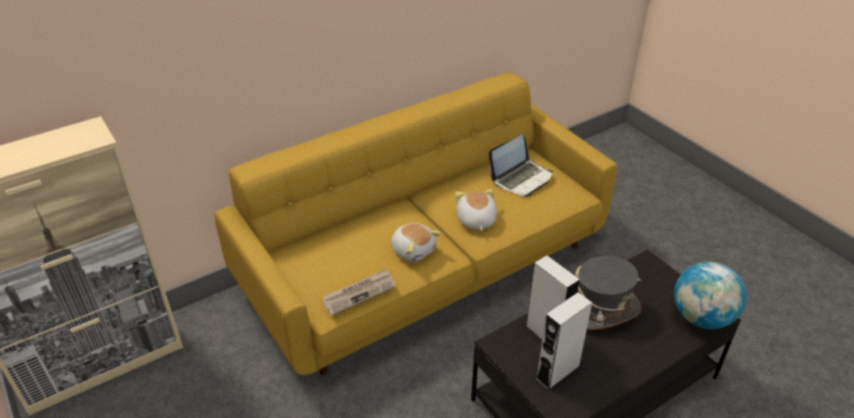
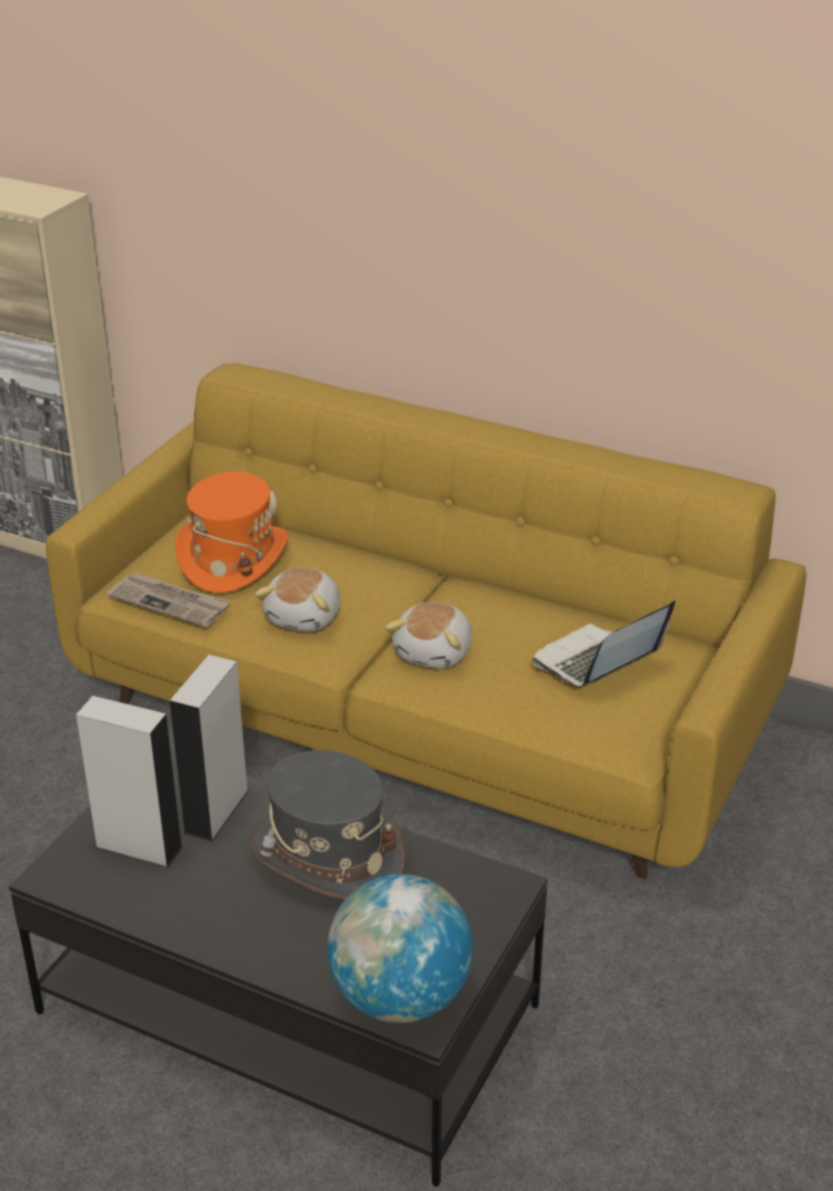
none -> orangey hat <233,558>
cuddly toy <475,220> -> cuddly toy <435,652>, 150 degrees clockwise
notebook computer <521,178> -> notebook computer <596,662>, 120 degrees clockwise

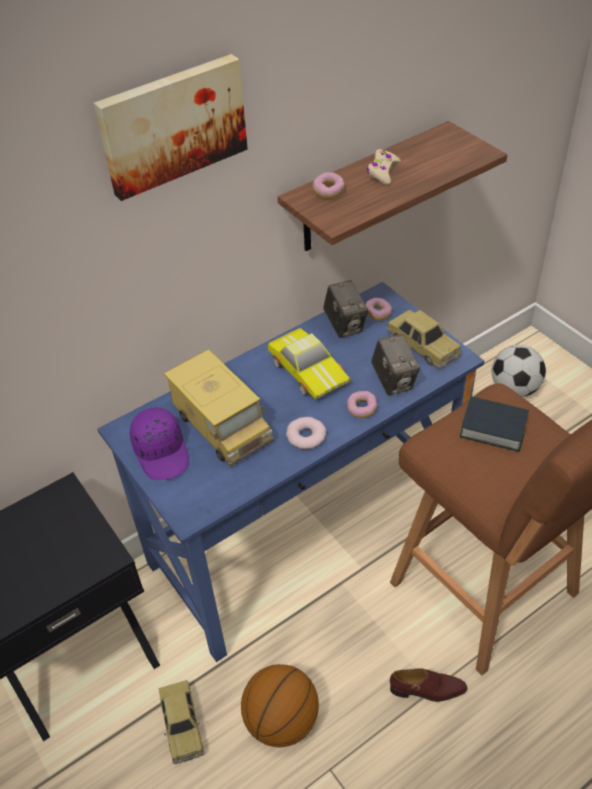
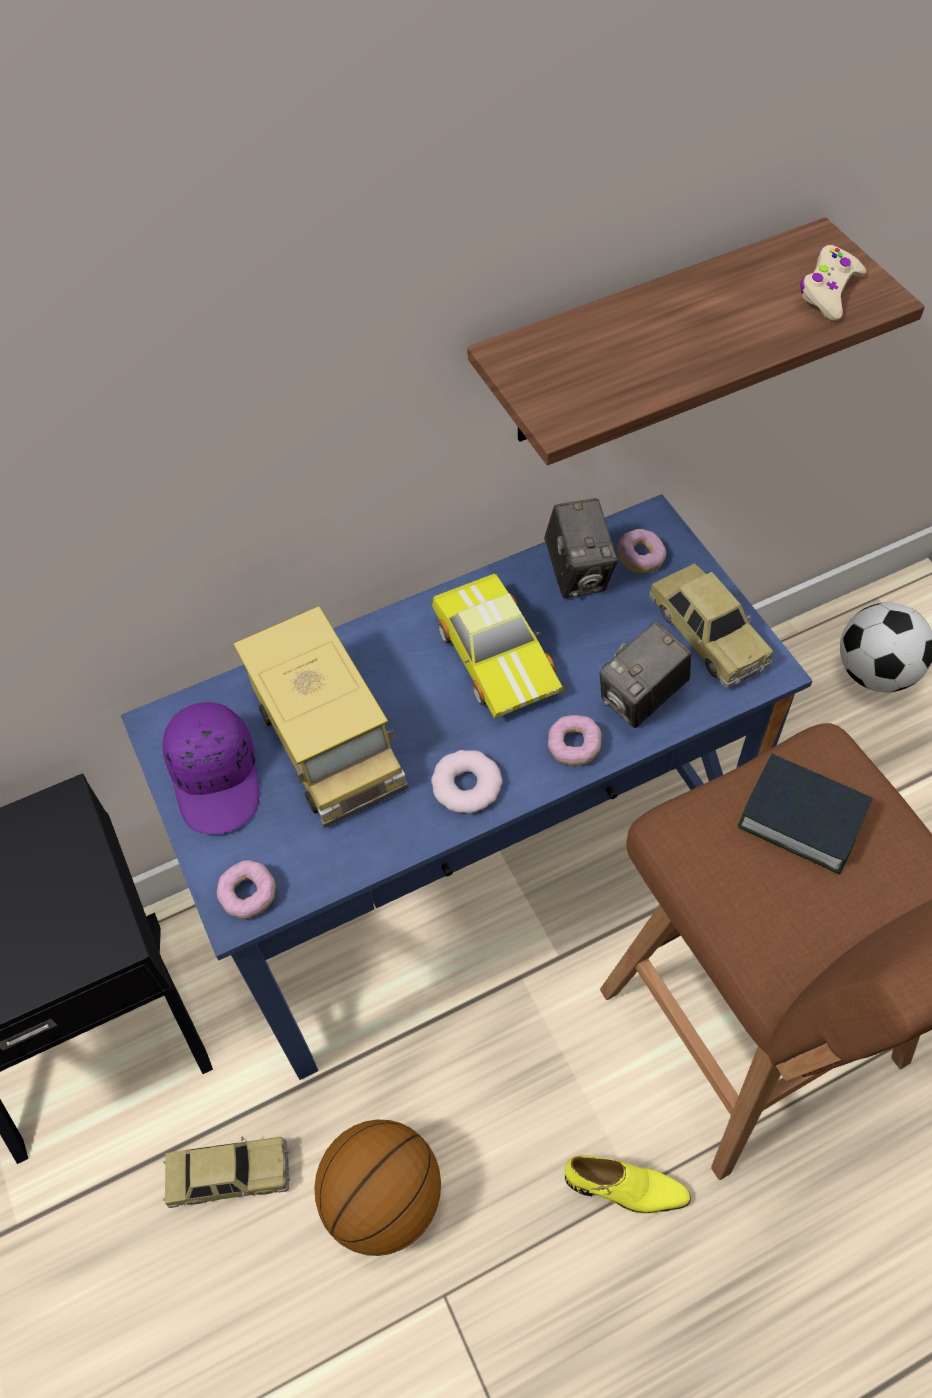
toy car <182,724> -> toy car <229,1175>, 90 degrees counterclockwise
ring doughnut <328,192> -> ring doughnut <248,895>, shifted
brown low shoe <427,690> -> yellow-coloured low shoe <626,1189>
photo camera <394,381> -> photo camera <642,699>, 60 degrees clockwise
sand-coloured game controller <382,172> -> sand-coloured game controller <828,291>, shifted
wall art <172,125> -> none

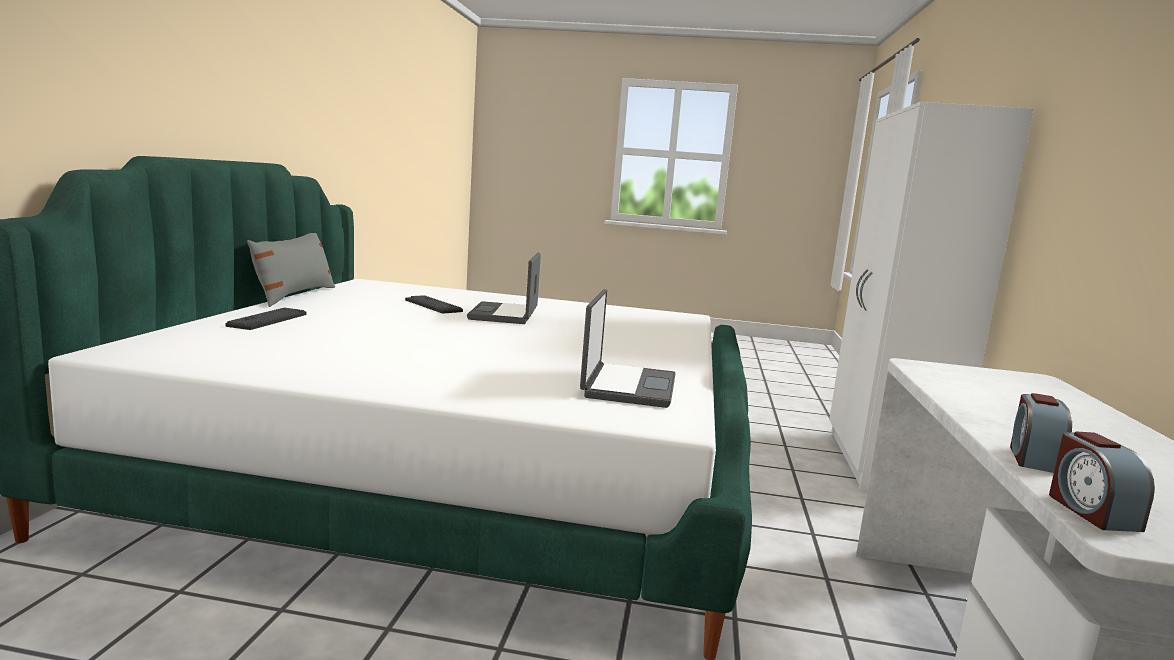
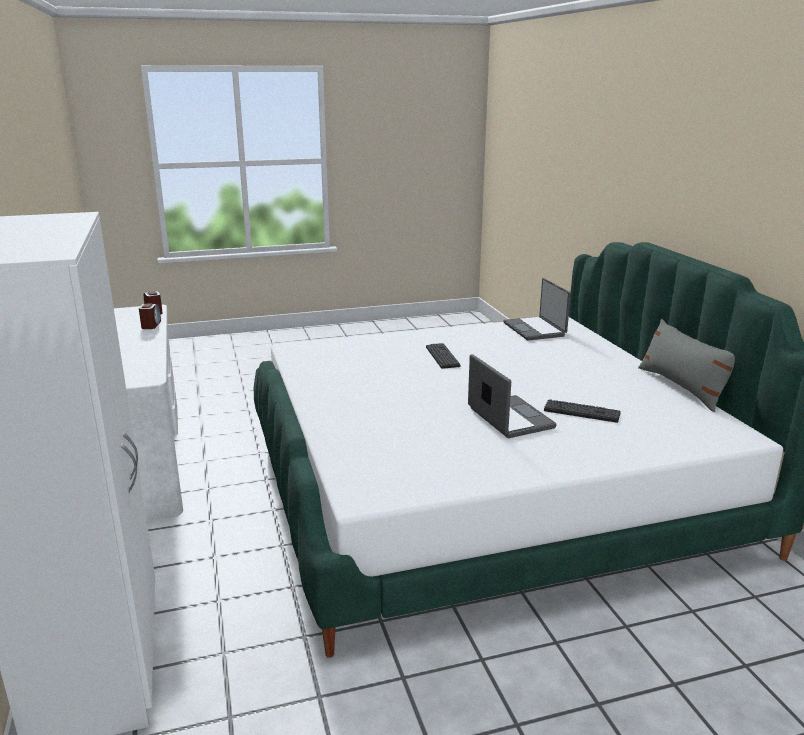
PC keyboard <268,320> -> PC keyboard <442,356>, shifted
notebook computer <627,386> -> notebook computer <535,329>, shifted

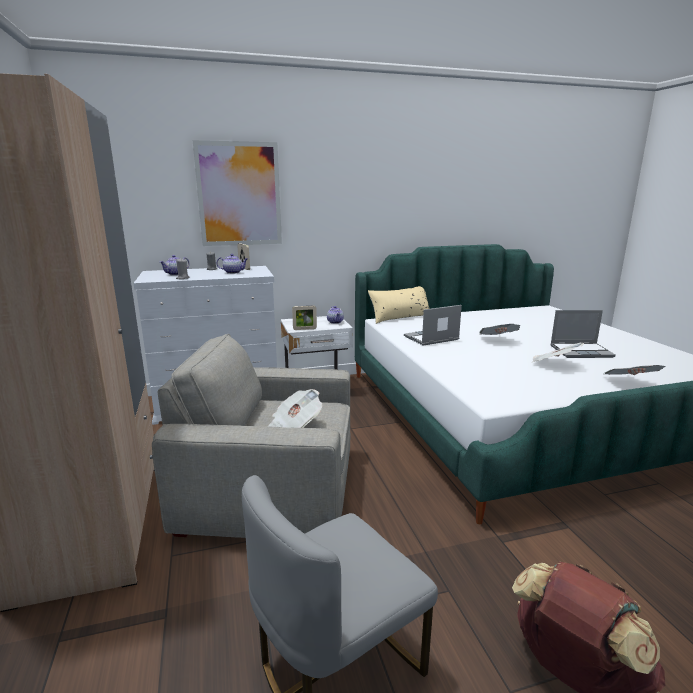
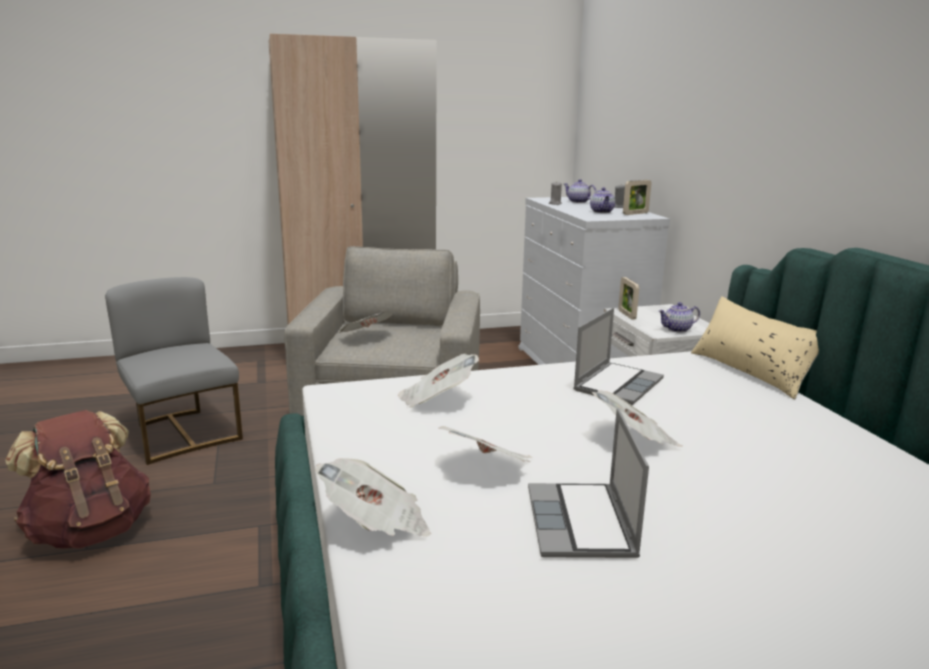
none -> printed paper <436,399>
notebook computer <431,338> -> notebook computer <617,384>, 60 degrees clockwise
wall art <239,194> -> none

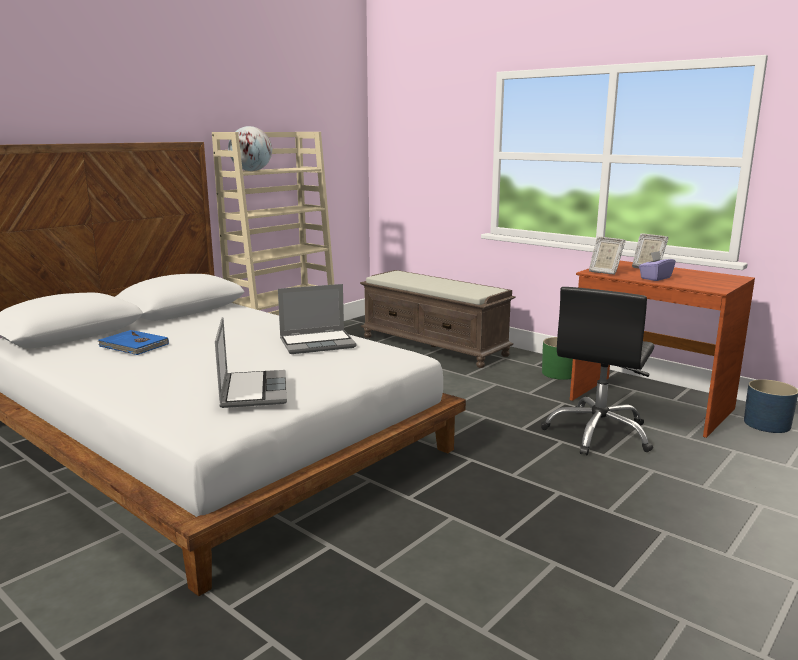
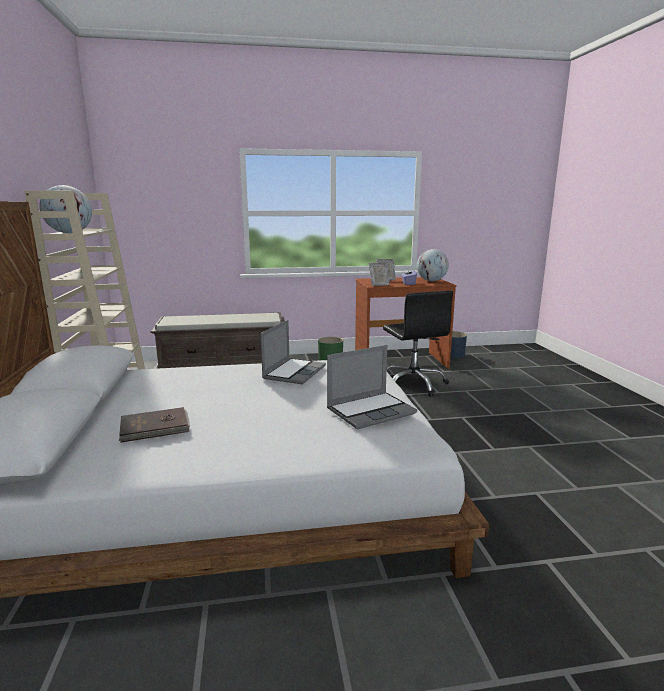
blue book <133,345> -> brown book <155,428>
notebook computer <252,390> -> notebook computer <371,411>, 120 degrees clockwise
none -> world globe <431,281>

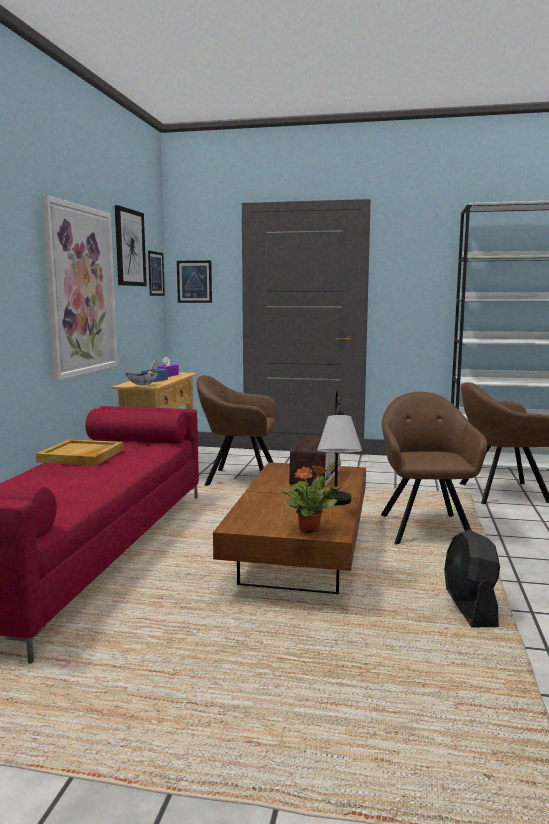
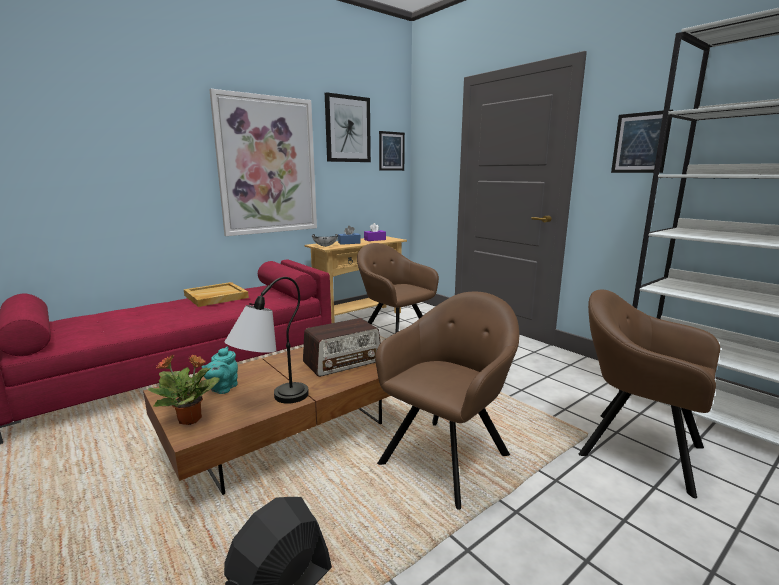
none -> turquoise-coloured tea pot <222,388>
wall art <194,281> -> wall art <640,143>, shifted

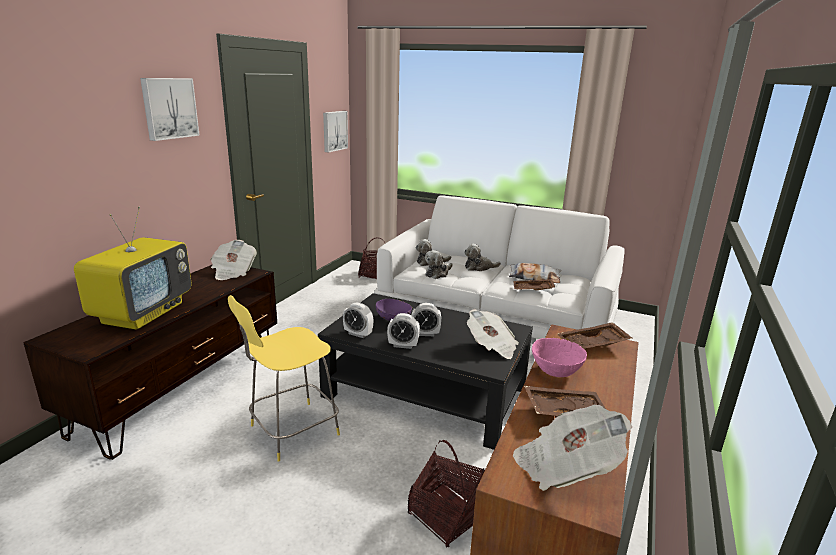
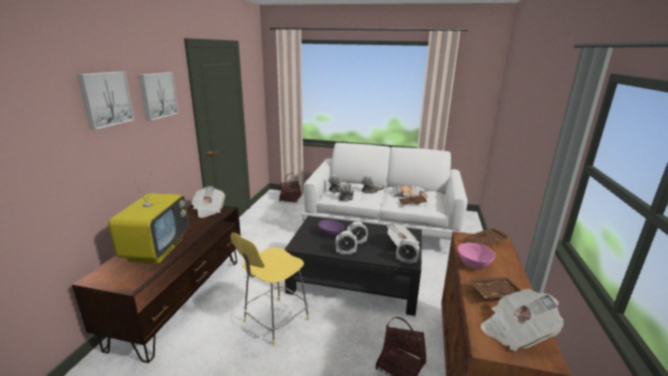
wall art <334,131> -> wall art <105,99>, shifted
alarm clock <358,334> -> alarm clock <406,261>, shifted

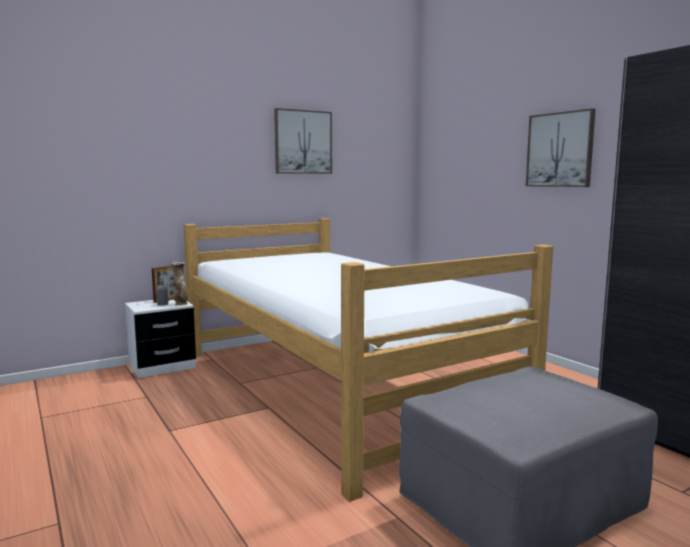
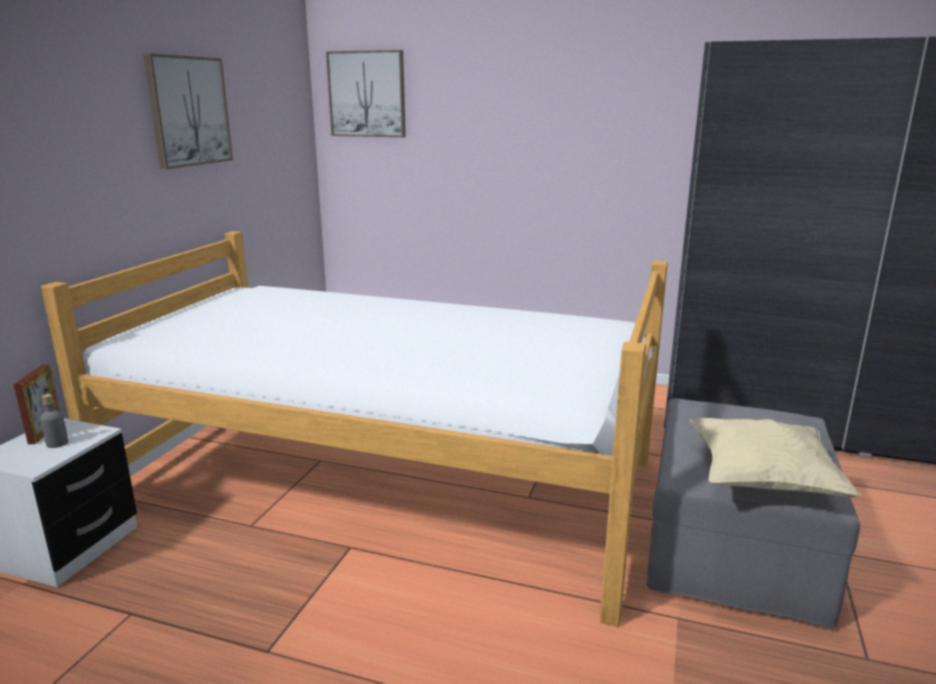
wall art <560,150> -> wall art <367,94>, shifted
none -> sand-coloured cushion <762,481>
decorative vase <180,304> -> none

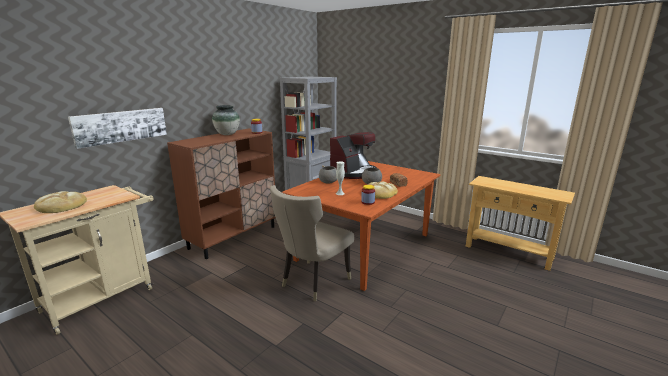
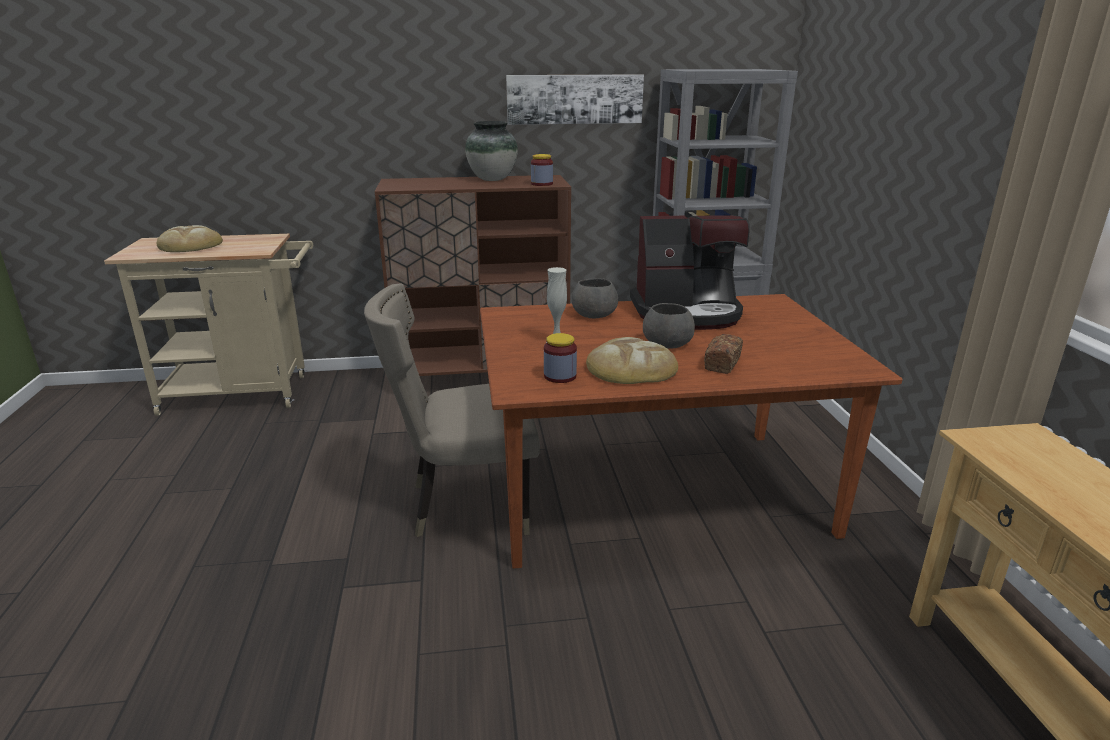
wall art <121,126> -> wall art <574,99>, shifted

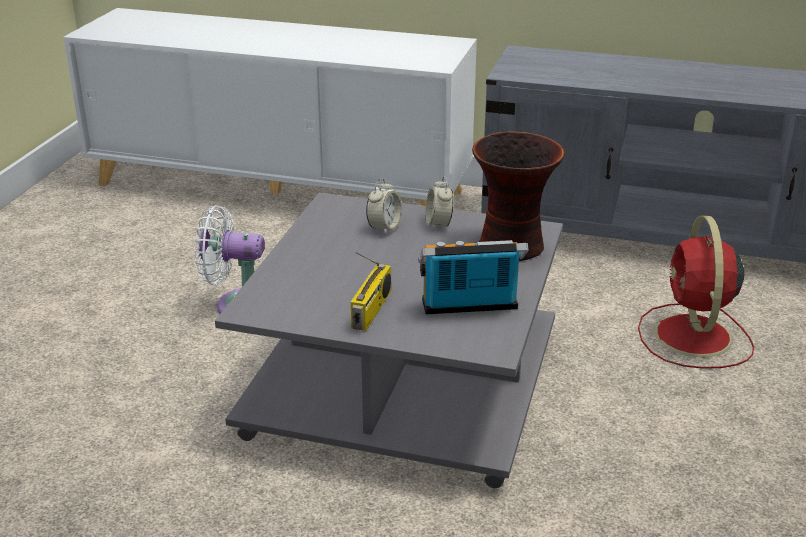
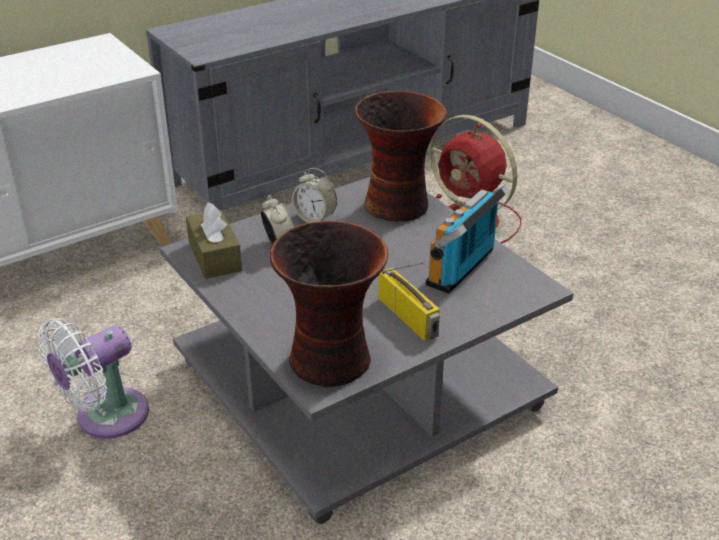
none -> brown box of tissues <215,256>
none -> decorative vase <332,361>

